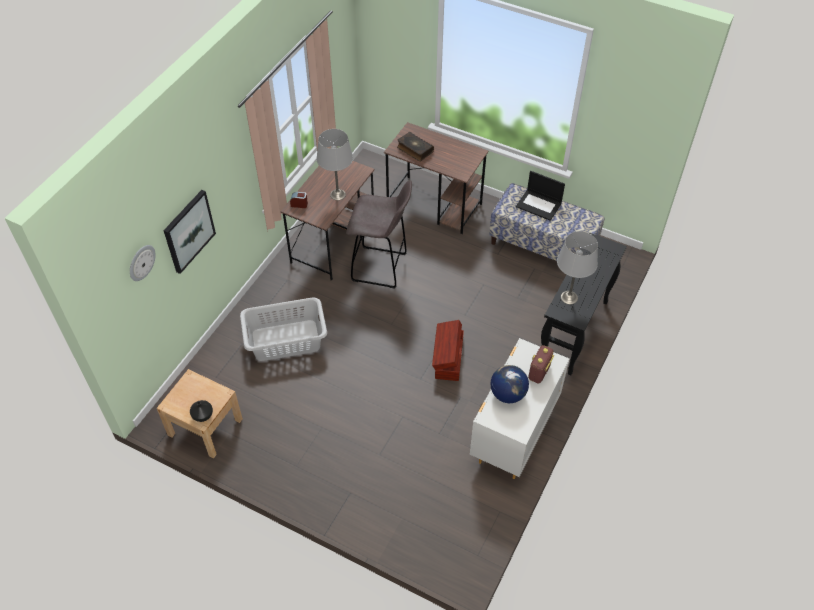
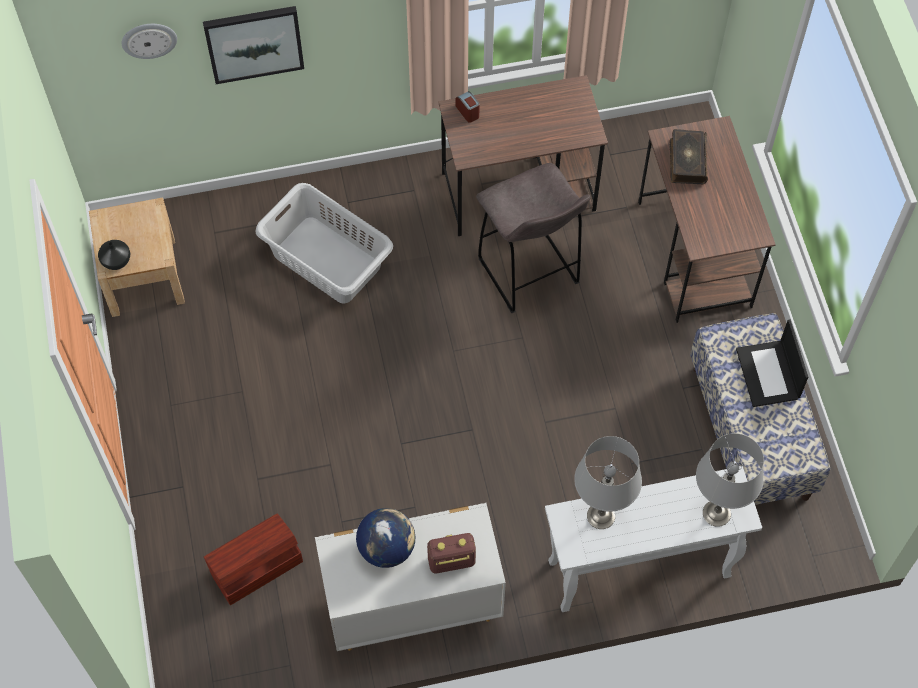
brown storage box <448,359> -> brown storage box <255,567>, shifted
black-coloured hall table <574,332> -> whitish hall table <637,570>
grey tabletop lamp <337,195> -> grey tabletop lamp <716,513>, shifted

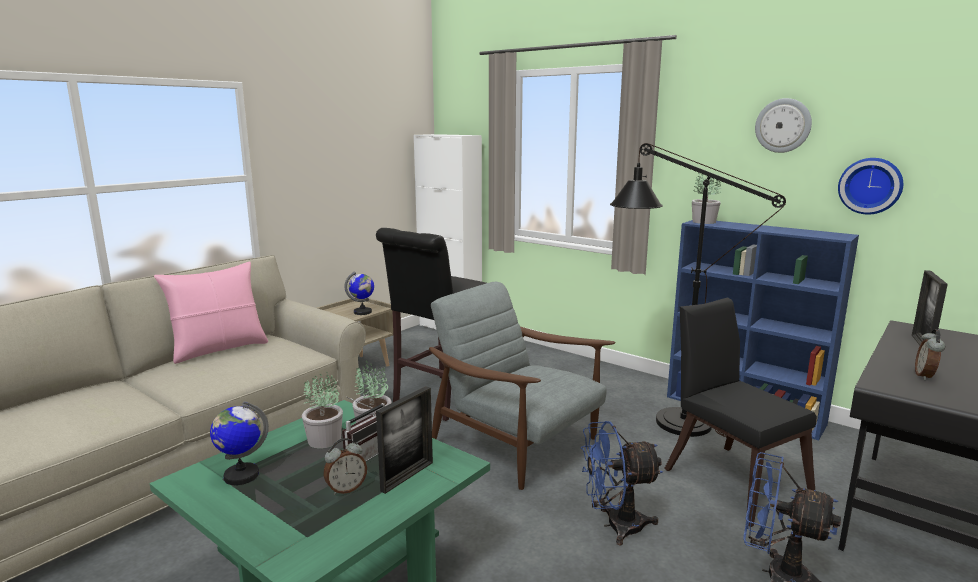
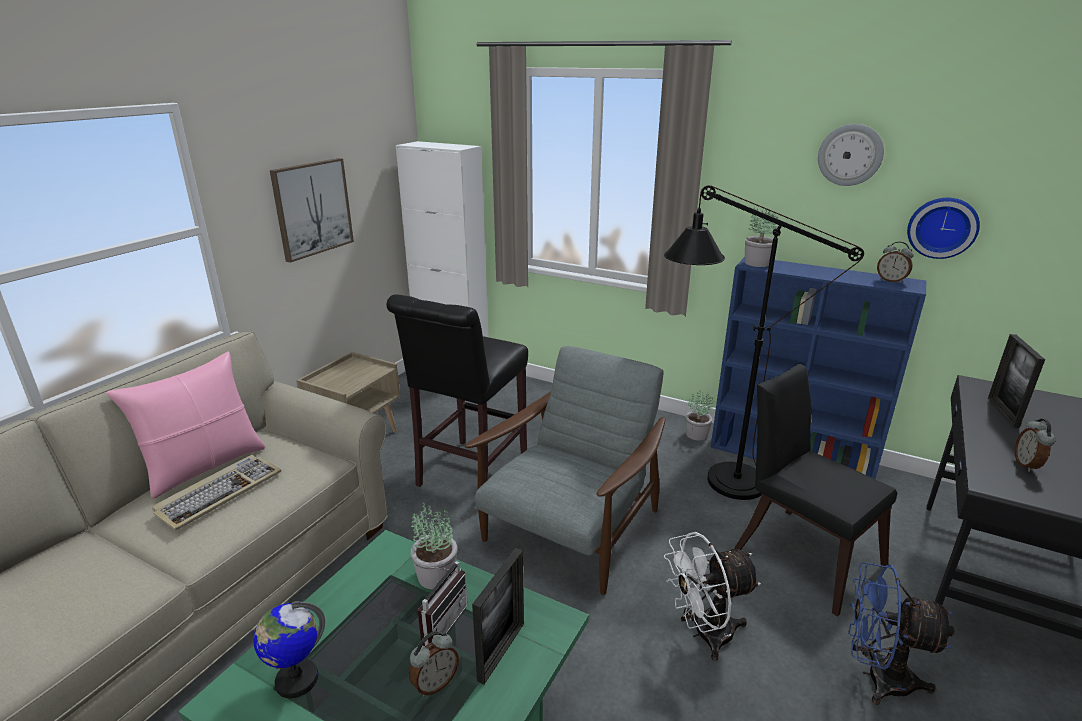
none -> PC keyboard <219,493>
none -> wall art <312,208>
grey lounge chair <517,443> -> grey lounge chair <571,530>, 90 degrees clockwise
blue electric fan <615,526> -> whitish electric fan <704,634>
plant in a pot <325,440> -> plant in a pot <697,434>, shifted
none -> alarm clock <891,281>
world globe <363,312> -> none

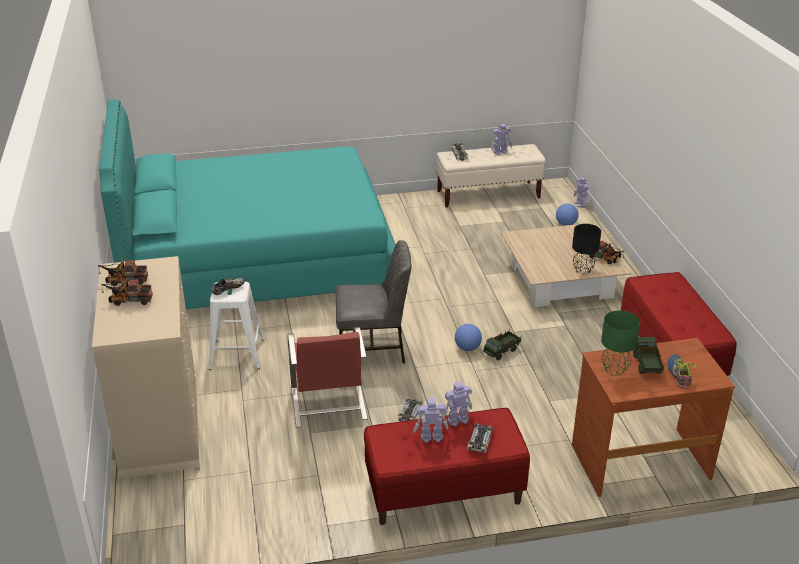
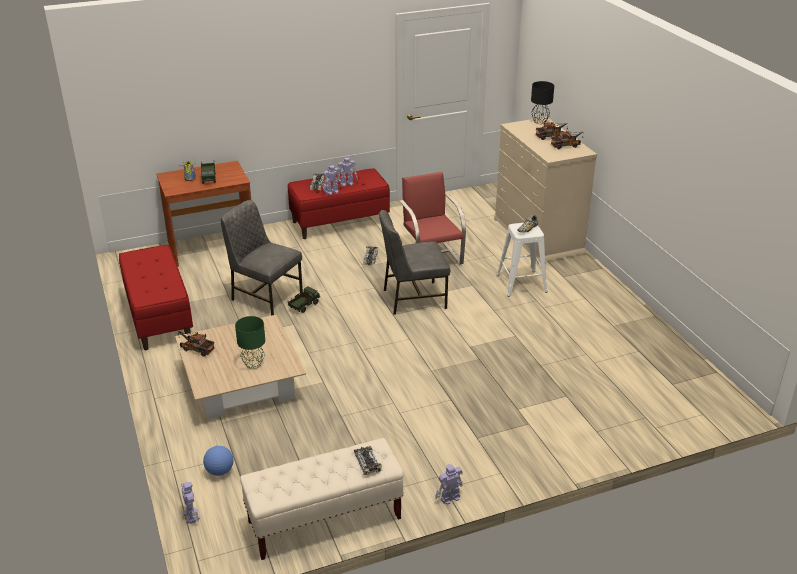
none -> grey plain chair <265,296>
green tabletop lamp <614,370> -> green tabletop lamp <253,364>, shifted
robot figure <500,152> -> robot figure <449,498>, shifted
black-coloured tabletop lamp <582,270> -> black-coloured tabletop lamp <539,122>, shifted
turquoise-coloured sleeping bed <257,262> -> none
ball for football <467,348> -> none

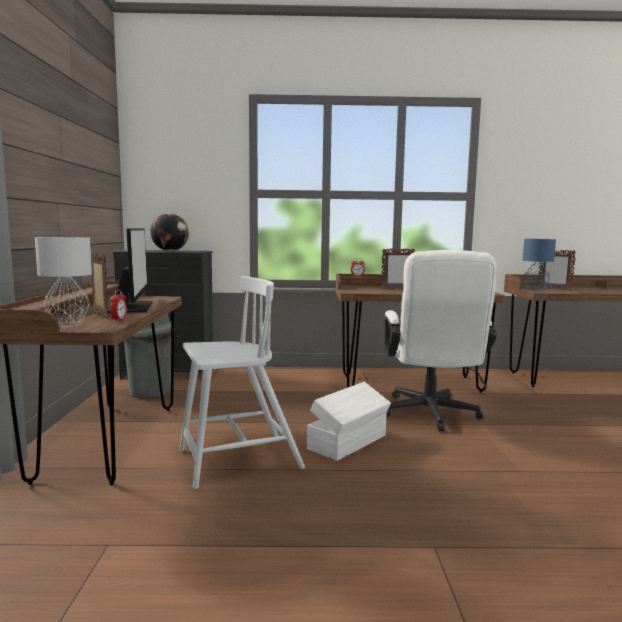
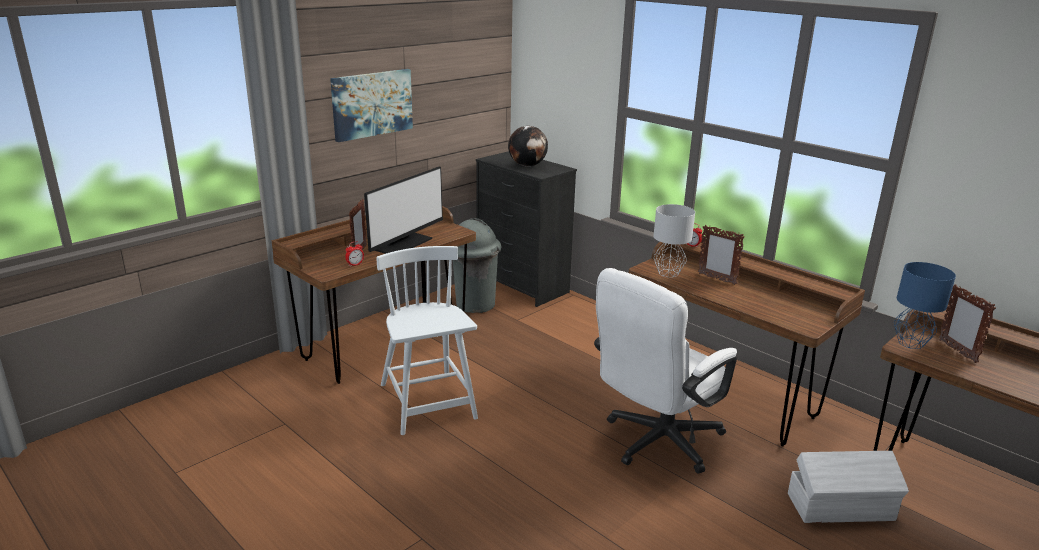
none -> wall art <372,104>
whitish plain chair <237,460> -> whitish plain chair <428,403>, 135 degrees counterclockwise
grey tabletop lamp <68,324> -> grey tabletop lamp <668,273>, shifted
whitish storage box <349,442> -> whitish storage box <842,508>, shifted

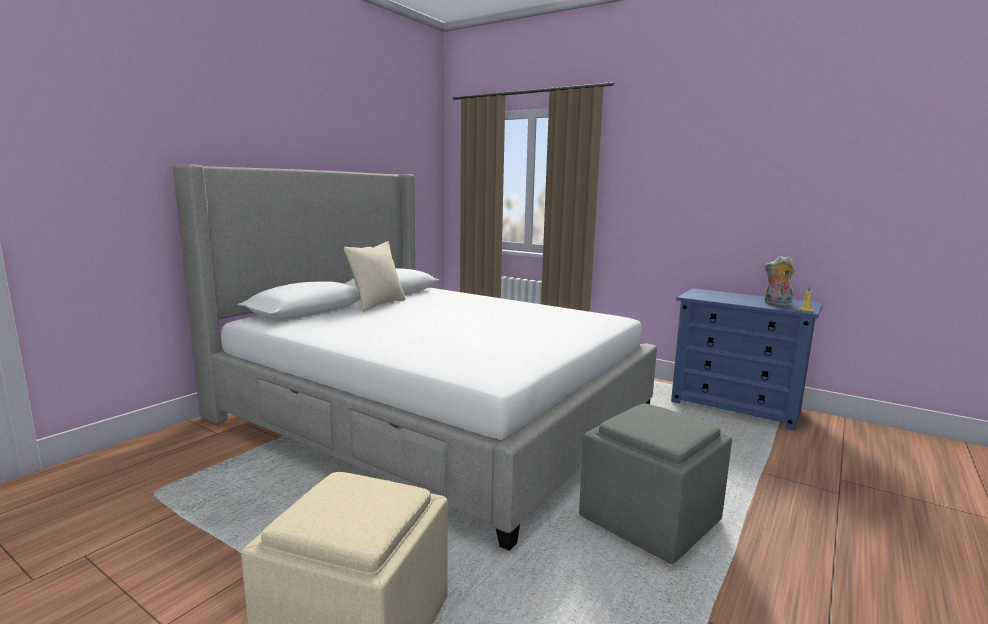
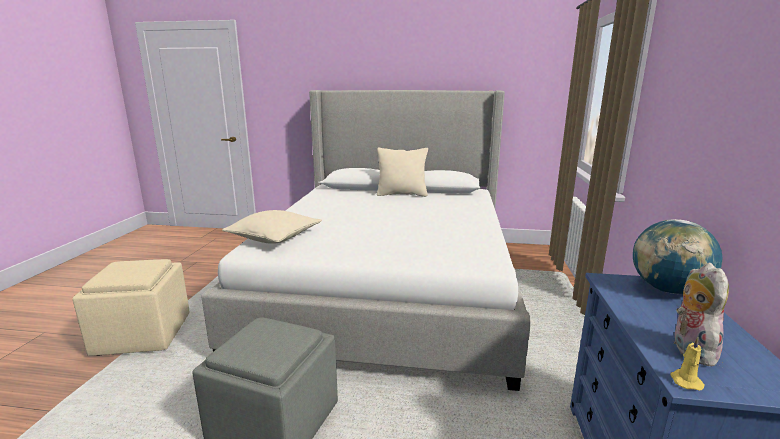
none -> sand-coloured cushion <274,237>
none -> world globe <667,290>

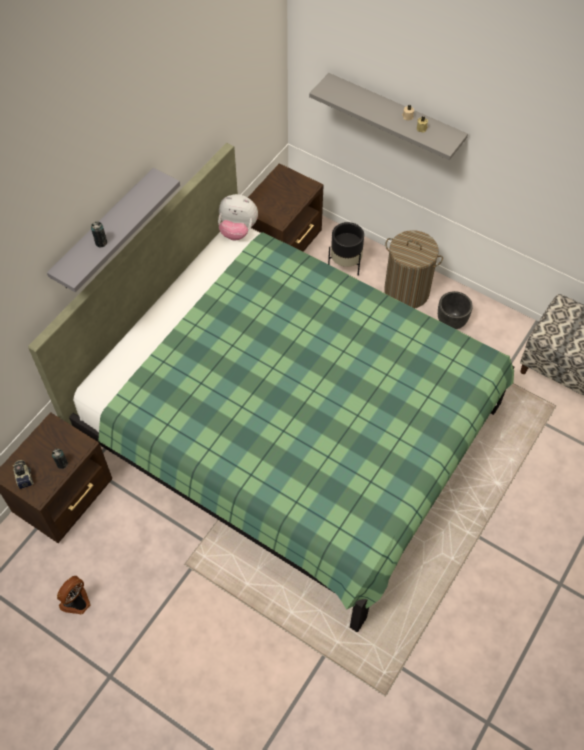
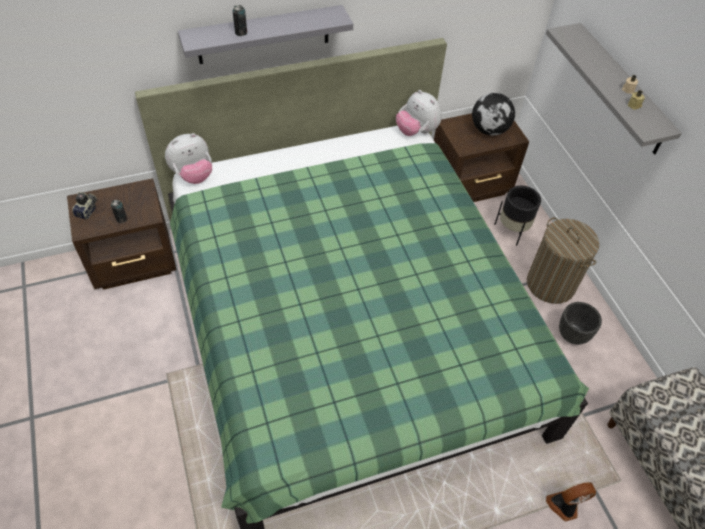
none -> cuddly toy <193,175>
none -> world globe <489,130>
electric fan <77,602> -> electric fan <564,506>, shifted

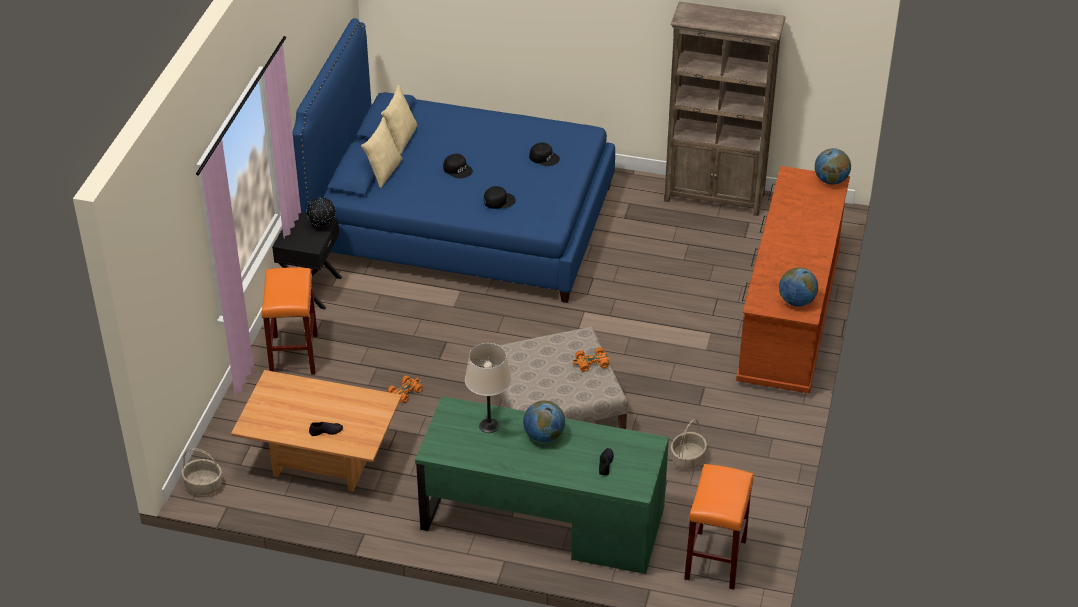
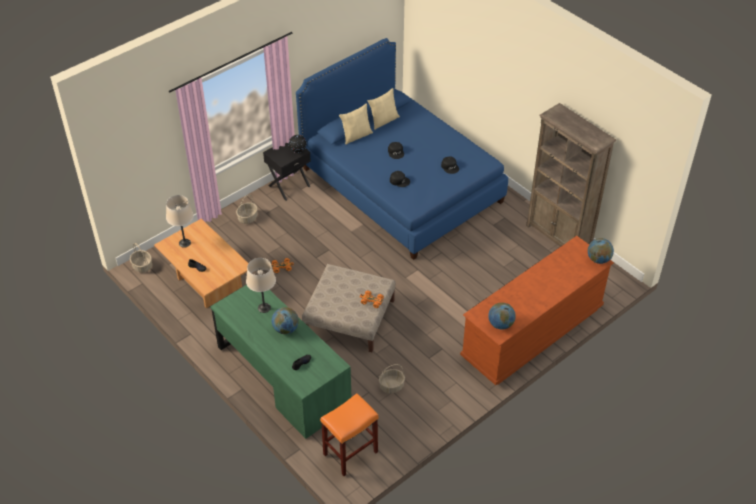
none -> sand-coloured tabletop lamp <184,243>
orangey stool seat <293,354> -> basket <247,218>

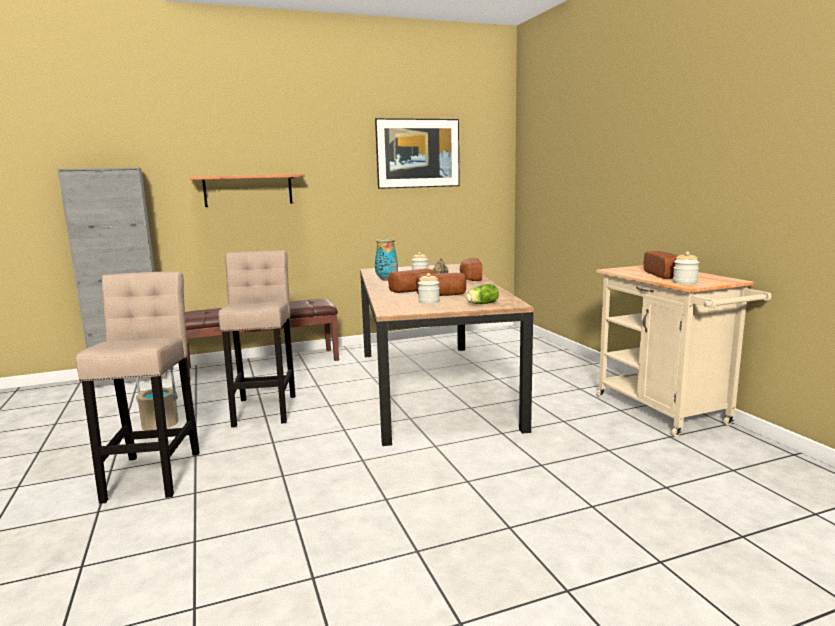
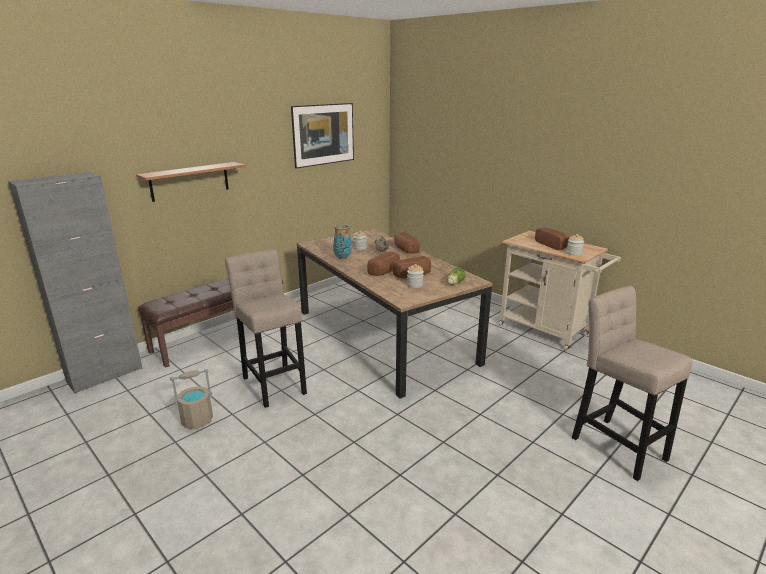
sand-coloured stool seat <154,473> -> sand-coloured stool seat <614,445>, shifted

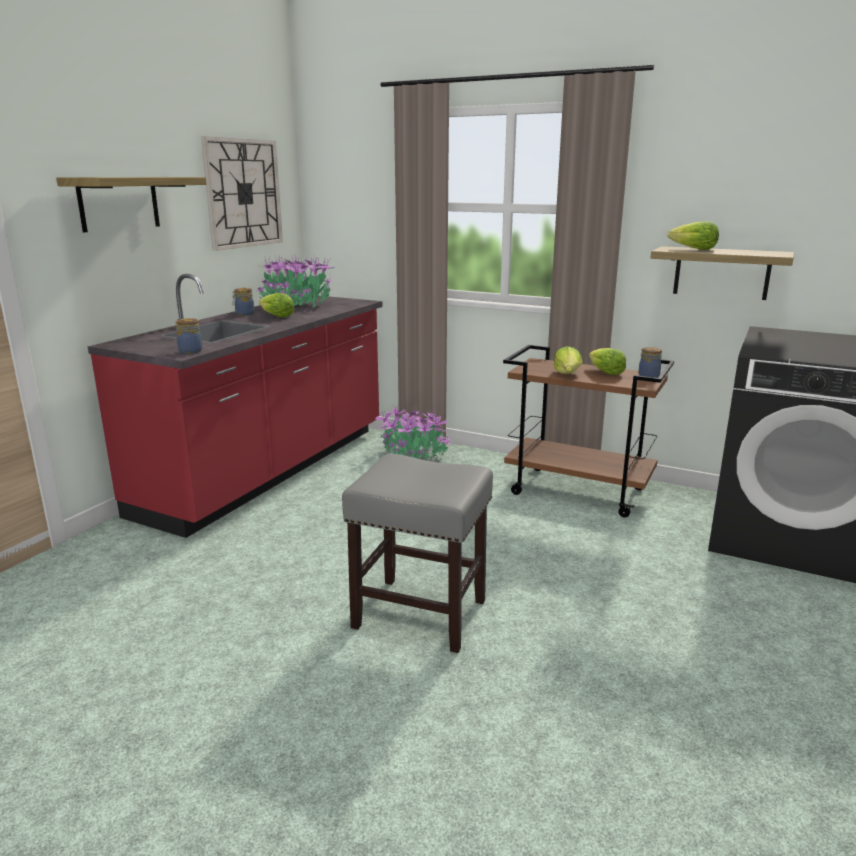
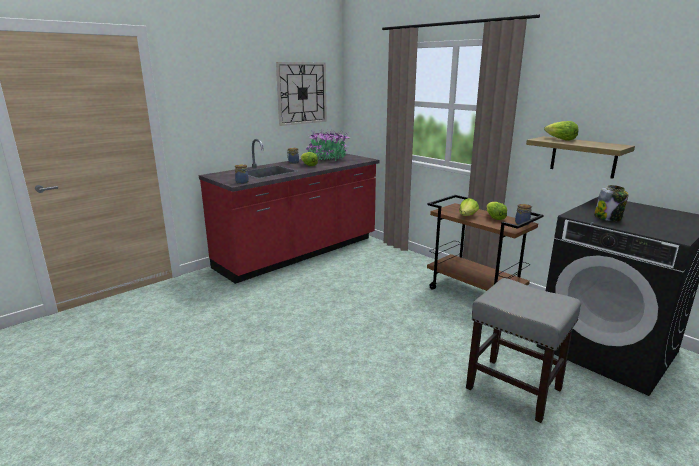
grey stool seat <421,614> -> grey stool seat <515,389>, shifted
none -> preserve jar <608,218>
shelf <119,203> -> none
plant in a pot <413,454> -> none

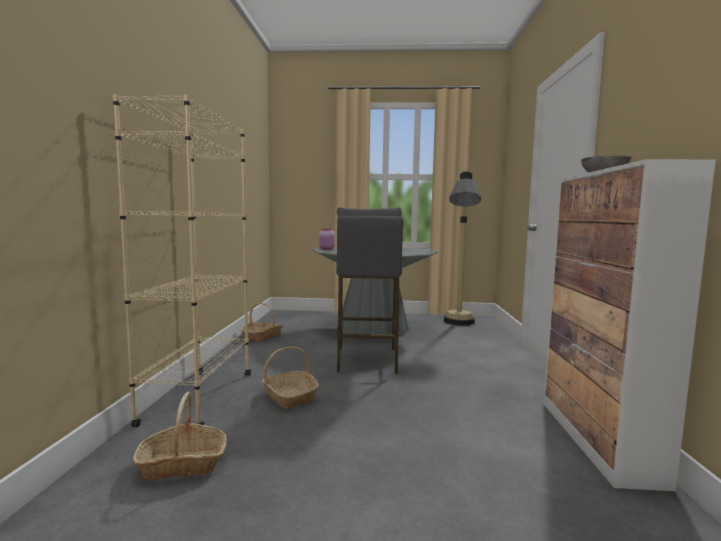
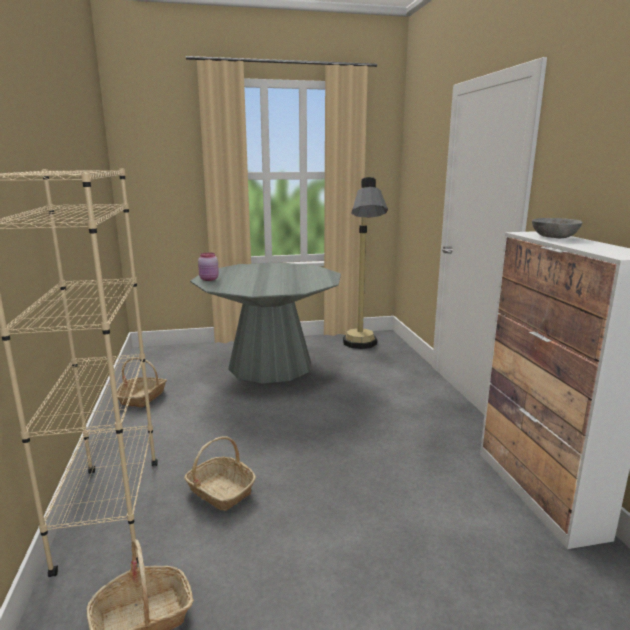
grey stool seat <366,359> -> none

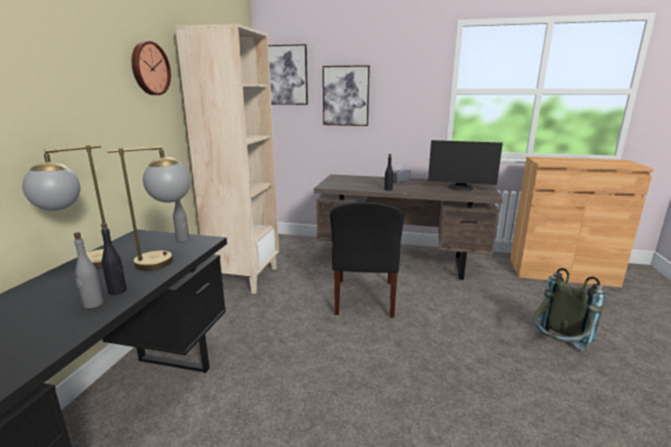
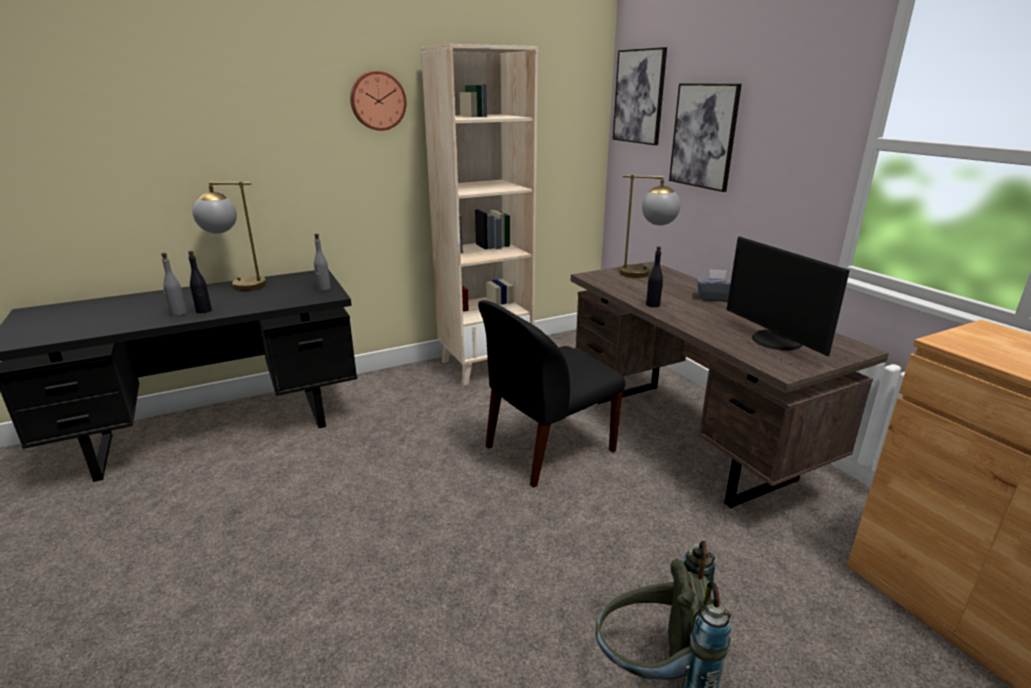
tabletop lamp <168,259> -> tabletop lamp <645,274>, shifted

